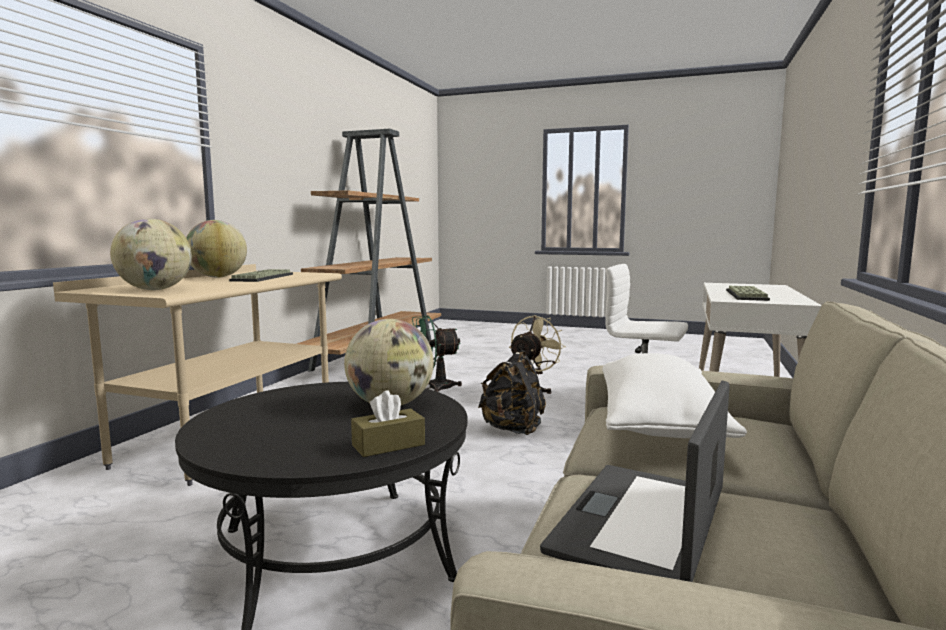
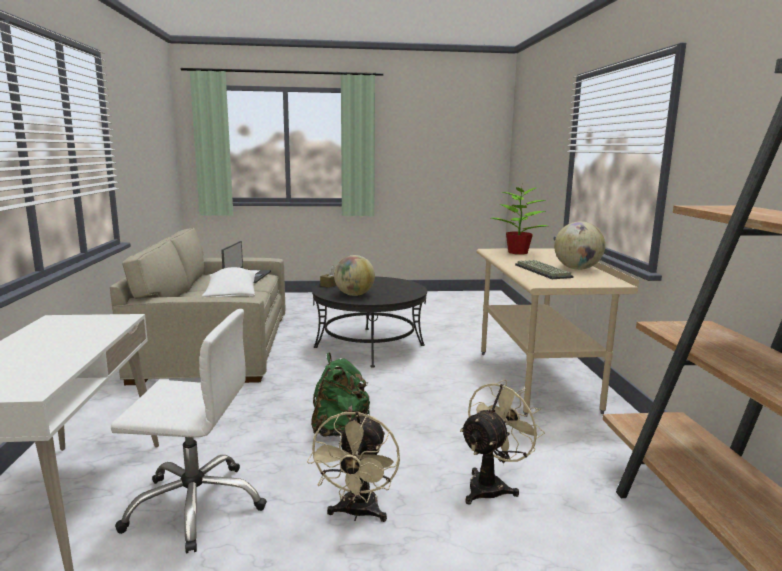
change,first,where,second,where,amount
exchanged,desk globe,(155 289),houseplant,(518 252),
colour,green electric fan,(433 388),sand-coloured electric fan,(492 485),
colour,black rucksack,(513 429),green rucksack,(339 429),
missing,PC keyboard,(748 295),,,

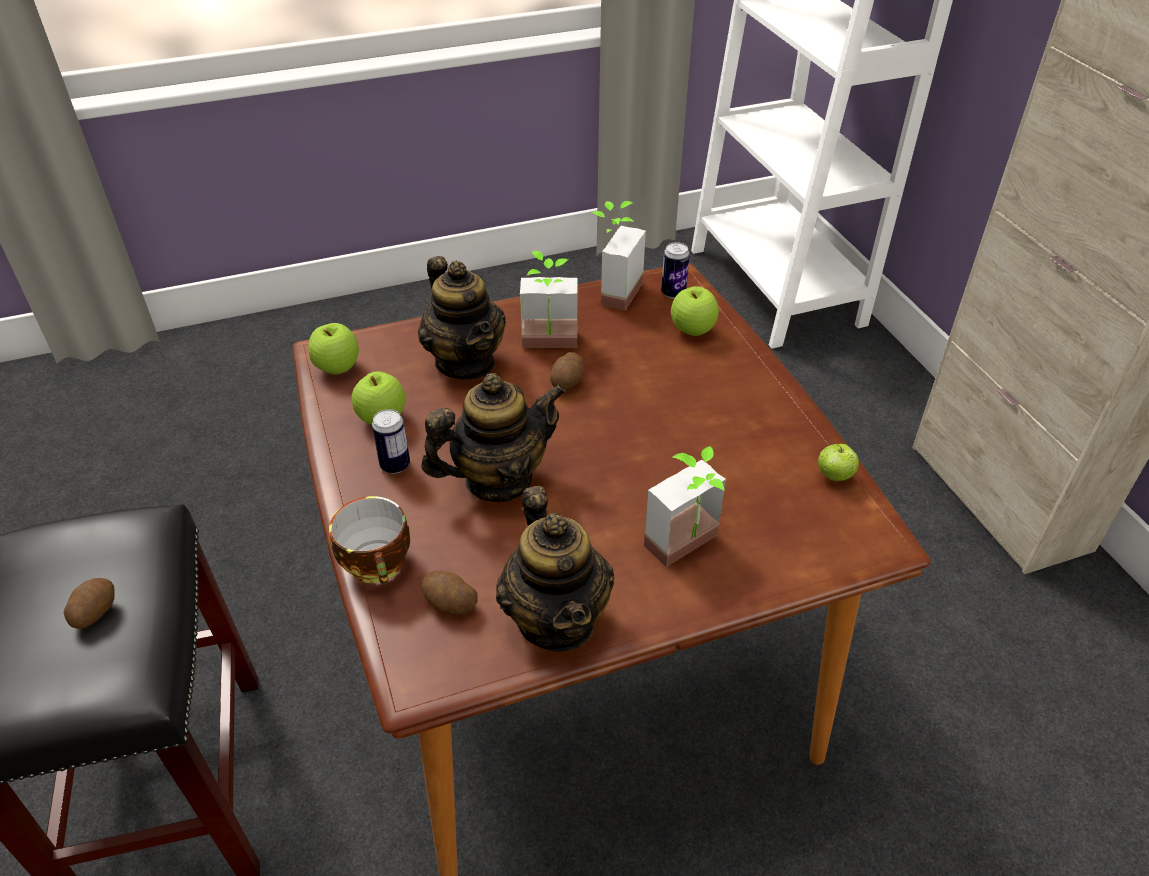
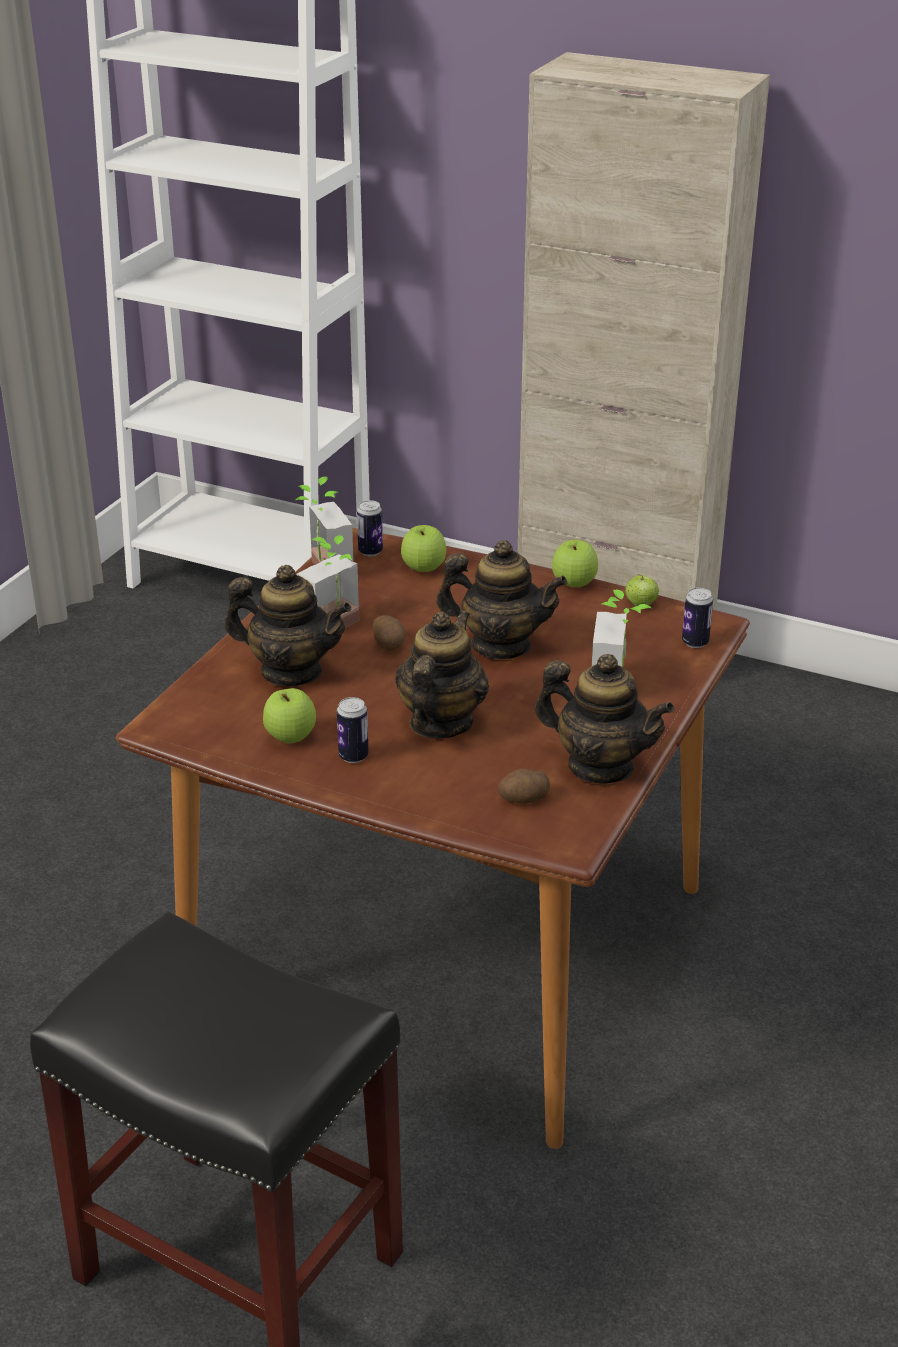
change,first,where,second,where,amount
missing,whole potato,(94 612),,,
relocated,apple fruit,(337 368),,(574 584),
missing,drinking cup,(379 565),,,
appeared,,,pot for tea,(500 645),
appeared,,,sealed can,(695 642),

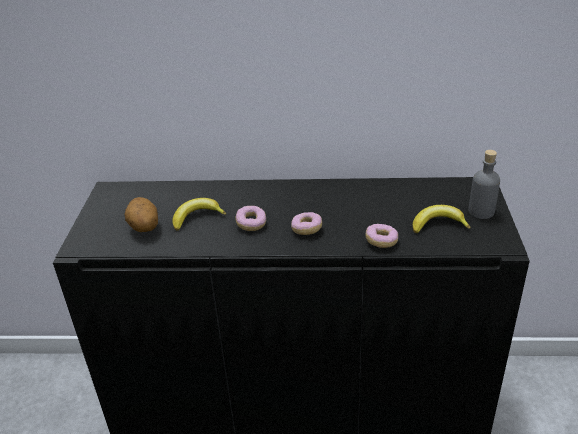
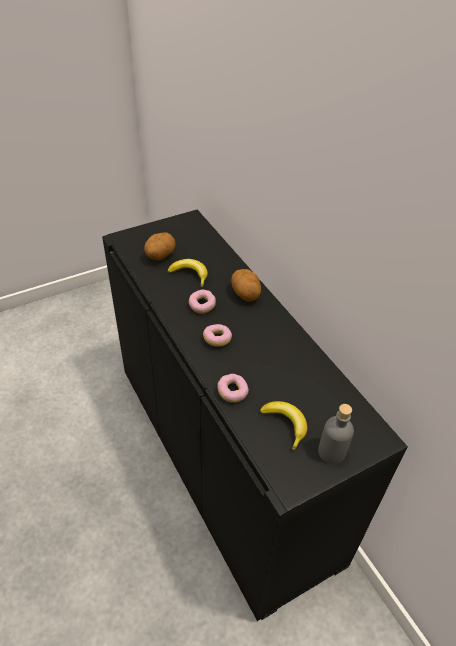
change,first,where,second,where,amount
appeared,,,whole potato,(246 295),

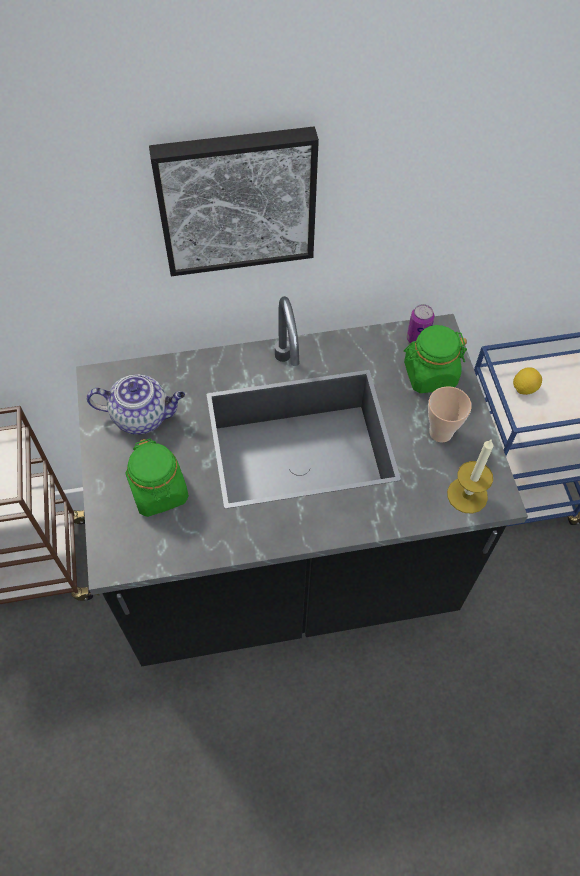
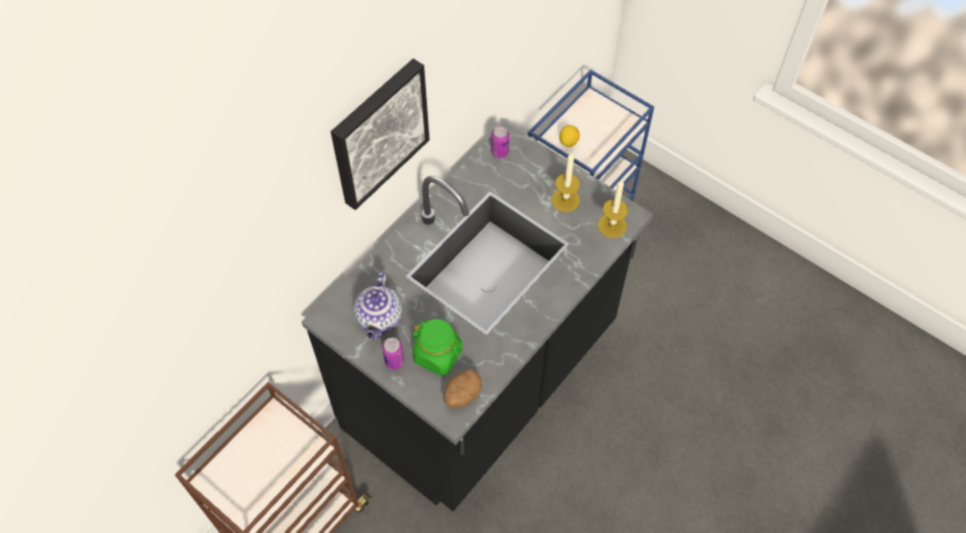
change,first,where,second,where,amount
spun,pot for tea,(142 416),,(380 319),135 degrees clockwise
missing,green preserve jar,(429 375),,,
exchanged,drinking cup,(440 432),wax light,(565 200),
appeared,,,sealed can,(394 361),
appeared,,,whole potato,(462 395),

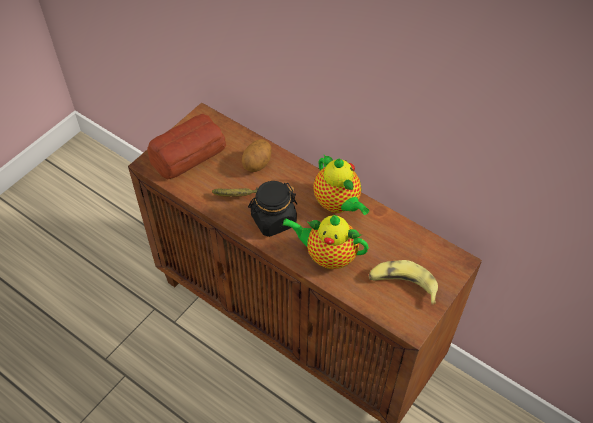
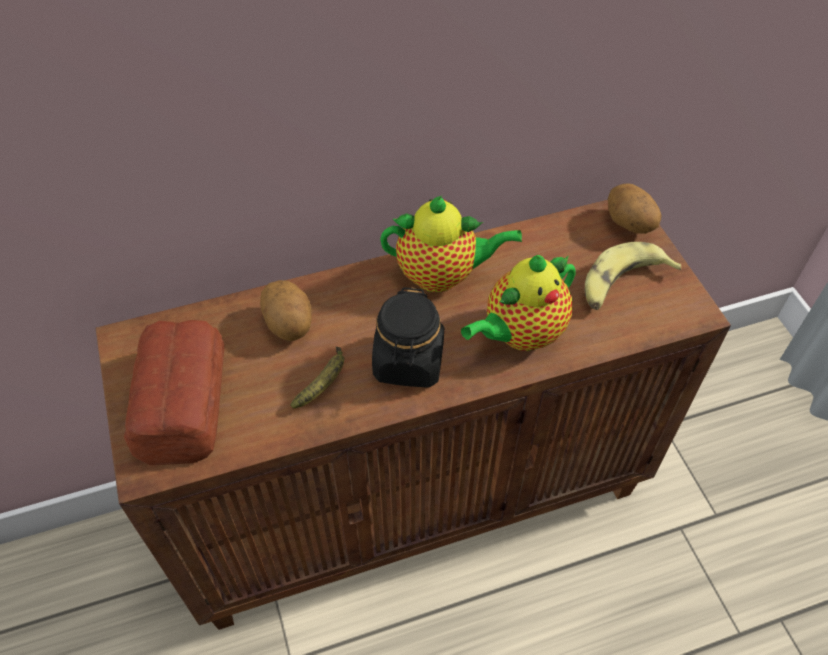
change,first,where,second,where,amount
appeared,,,whole potato,(628 224),

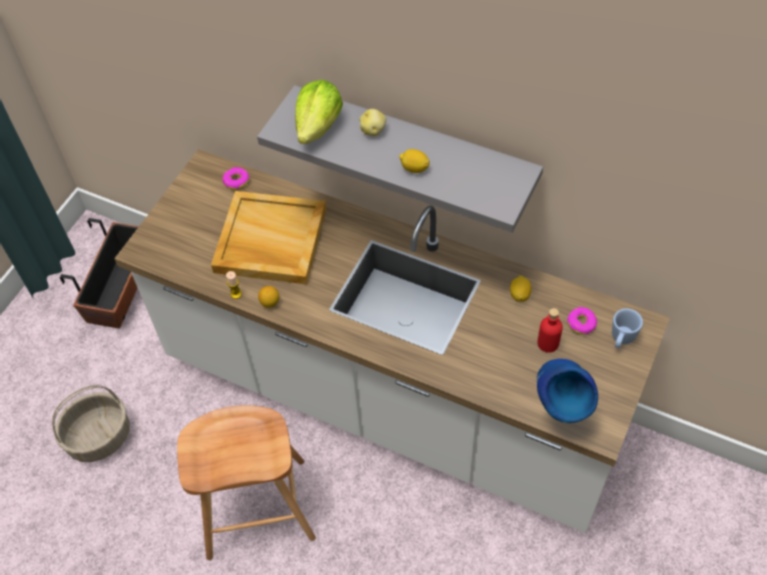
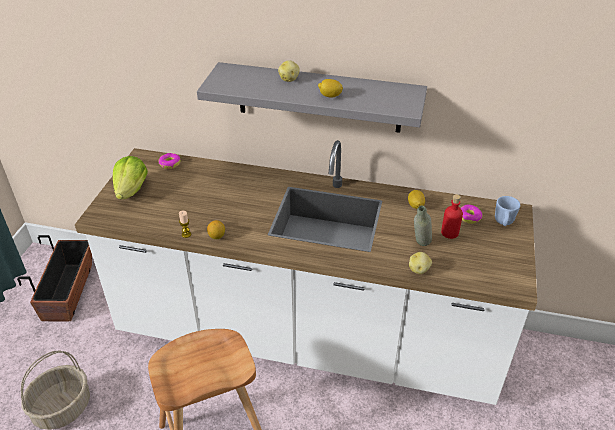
change,first,where,second,where,amount
missing,sand-coloured serving tray,(269 241),,,
relocated,lettuce head,(319 126),,(132 190),
missing,bluish decorative vase,(560 409),,,
appeared,,,whole potato,(419 269),
appeared,,,greyish drink bottle,(420 246),

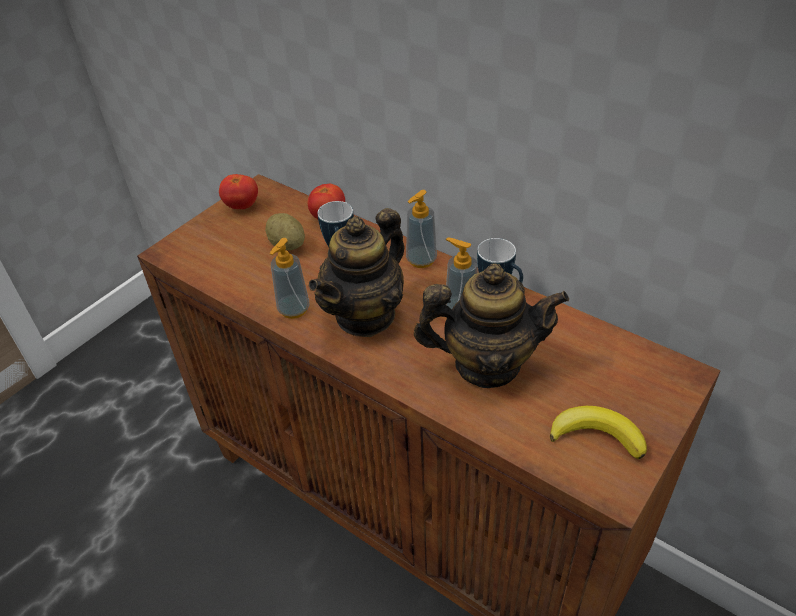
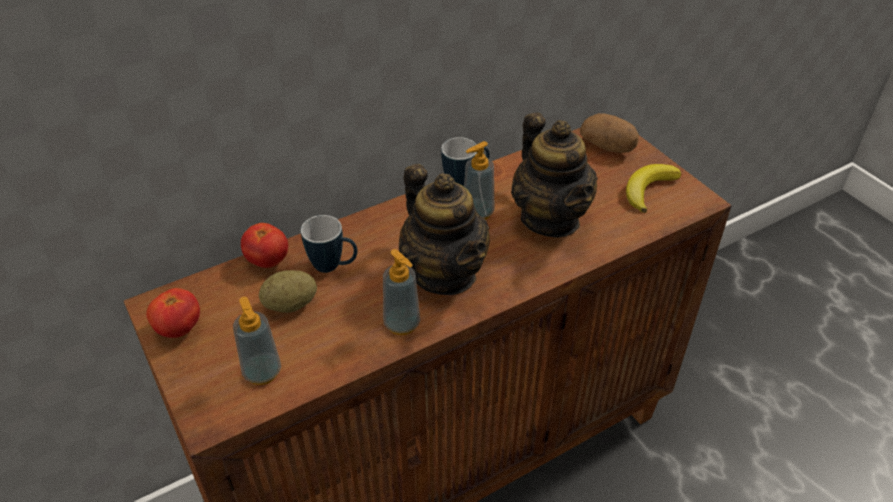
change,first,where,second,where,amount
relocated,liquid soap bottle,(421 260),,(262 372),
spun,pot for tea,(487 364),,(550 219),135 degrees clockwise
appeared,,,whole potato,(608 147),

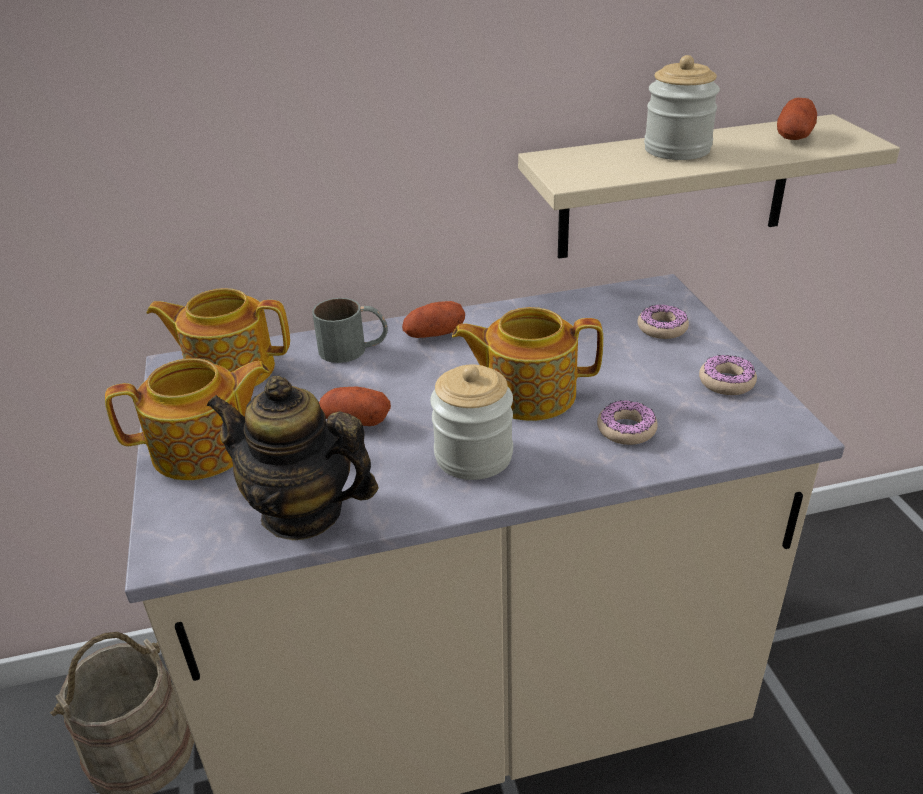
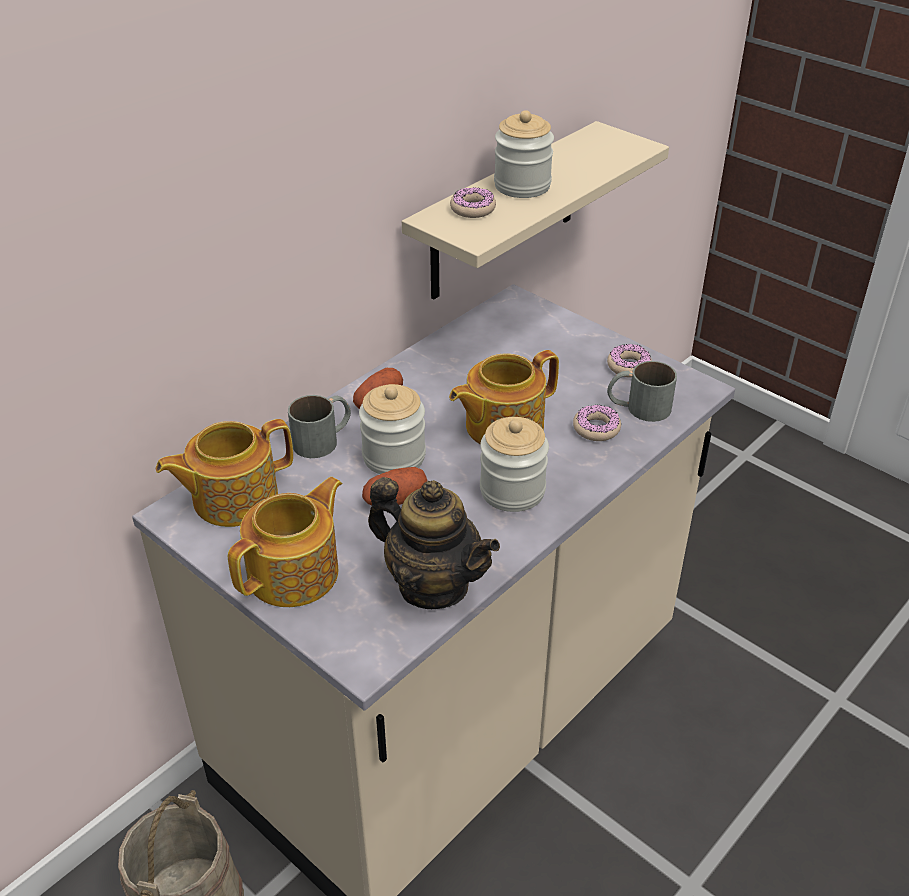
change,first,where,second,where,amount
spun,pot for tea,(302 512),,(433 585),135 degrees counterclockwise
relocated,donut,(662 328),,(472 209),
missing,whole potato,(794 136),,,
appeared,,,preserve jar,(394 456),
appeared,,,greyish tea mug,(638 407),

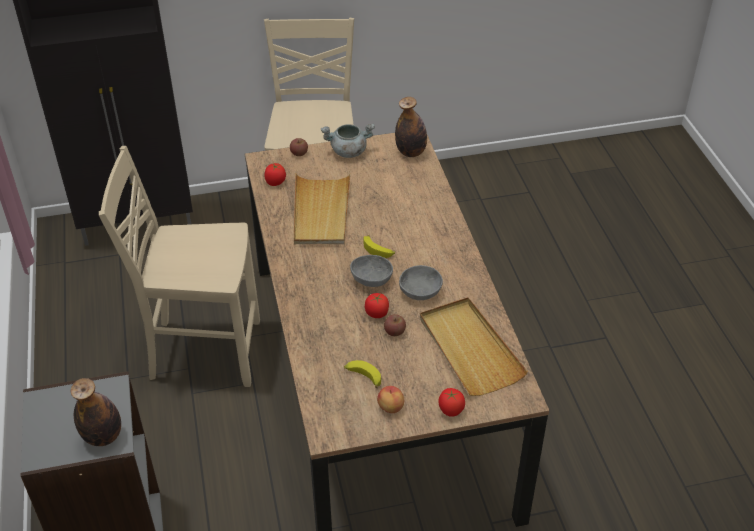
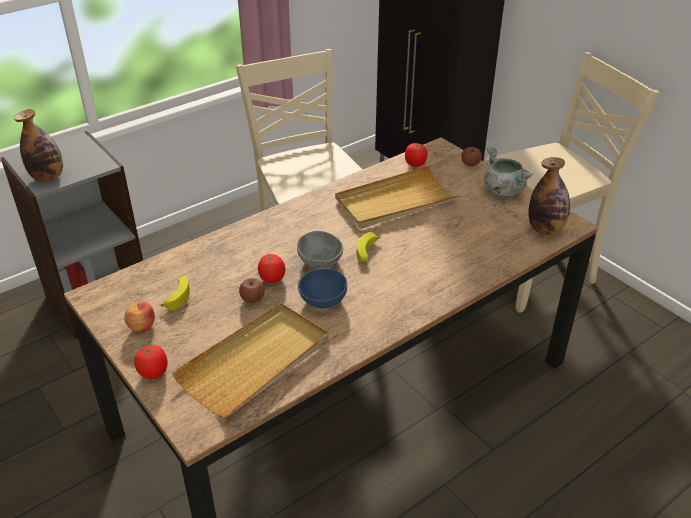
change,first,where,second,where,amount
colour,greyish deep dish,(420 293),bluish deep dish,(322 300),

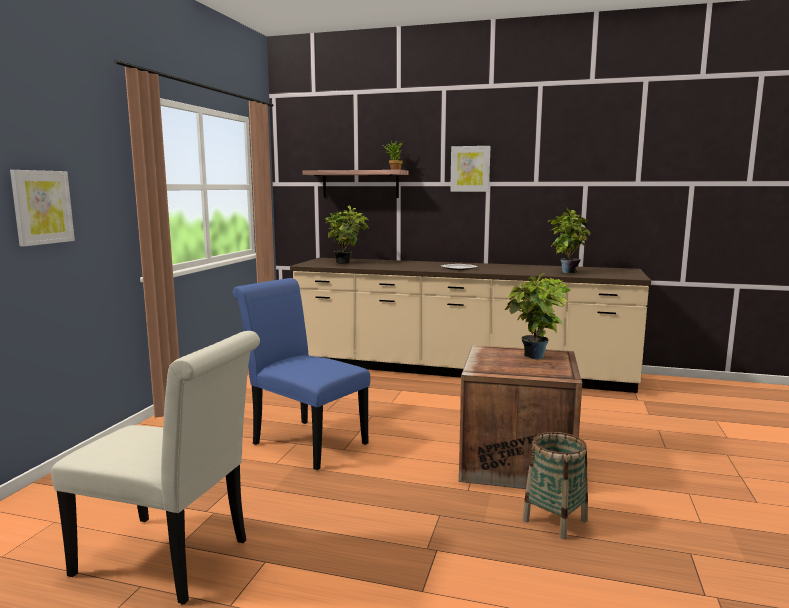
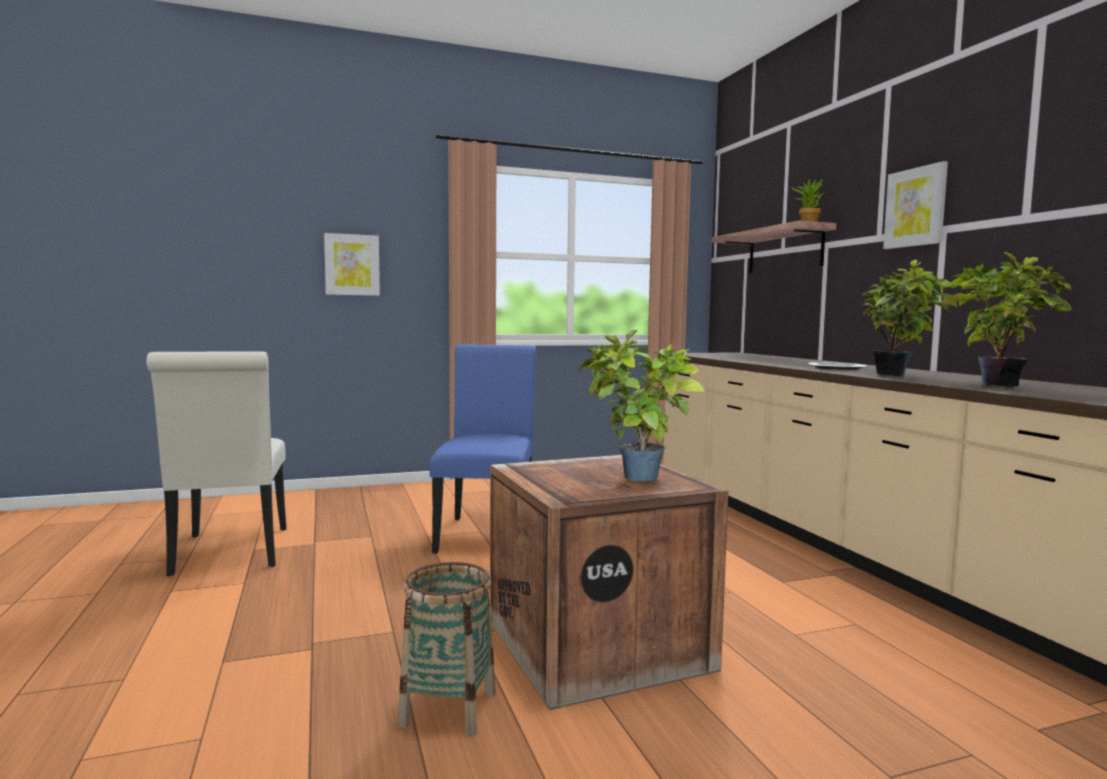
change,first,where,second,where,amount
relocated,houseplant,(347 263),,(899 376),

